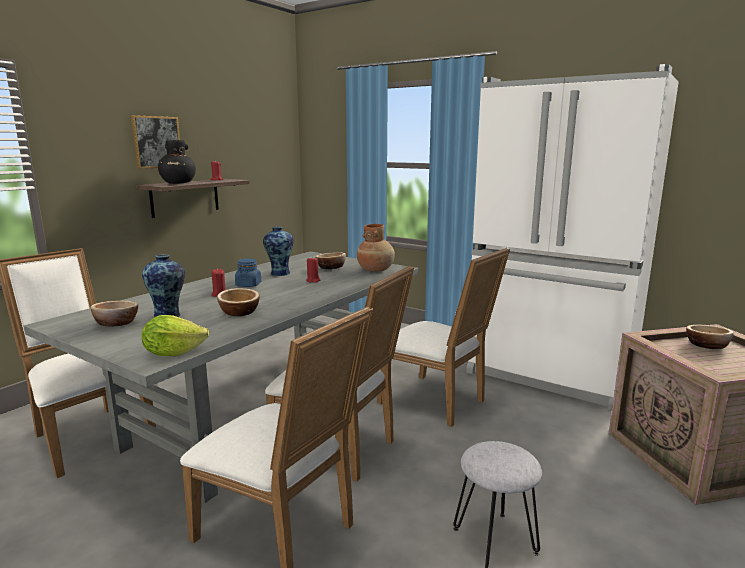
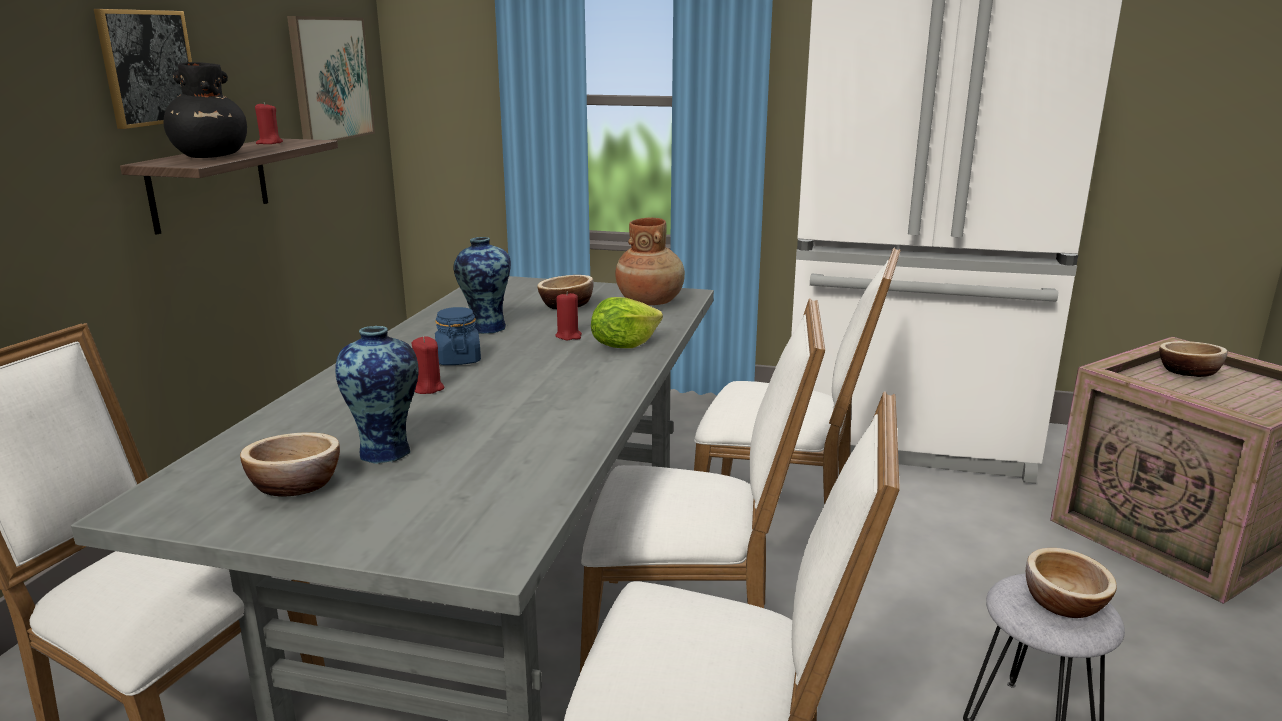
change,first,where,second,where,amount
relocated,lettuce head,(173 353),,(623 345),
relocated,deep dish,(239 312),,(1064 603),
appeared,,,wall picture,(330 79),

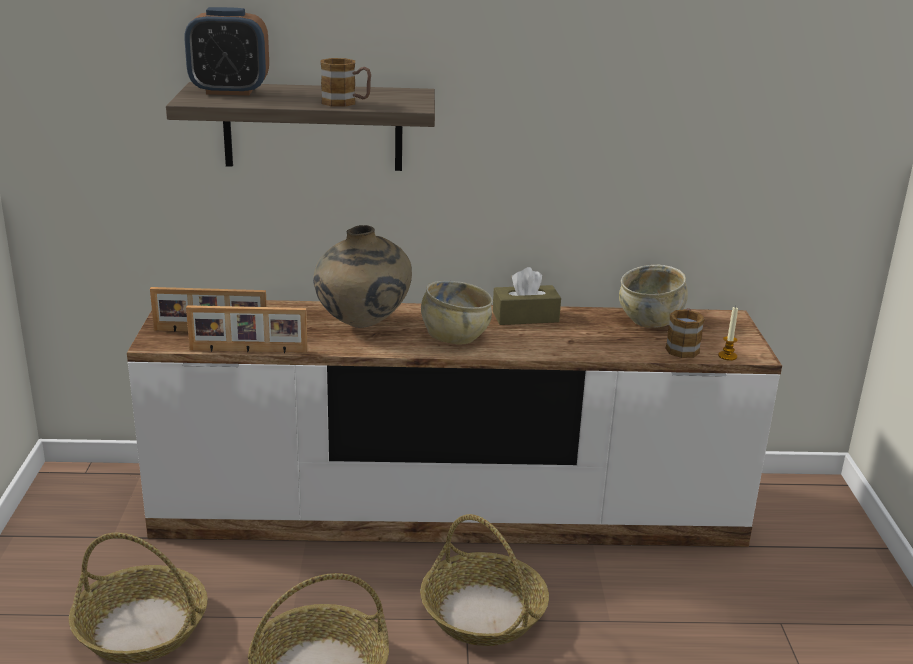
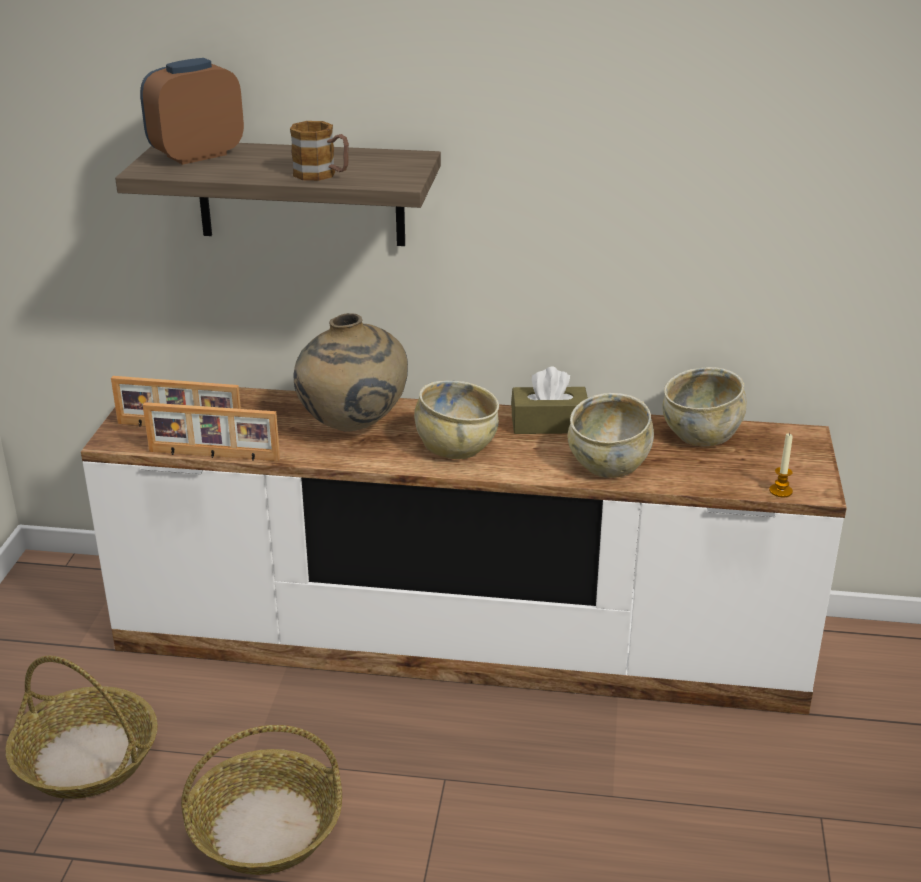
change,first,where,second,where,amount
spun,table clock,(229 91),,(197 155),135 degrees clockwise
missing,basket,(482 612),,,
missing,tea mug,(683 347),,,
appeared,,,sand-coloured deep dish,(608 465),

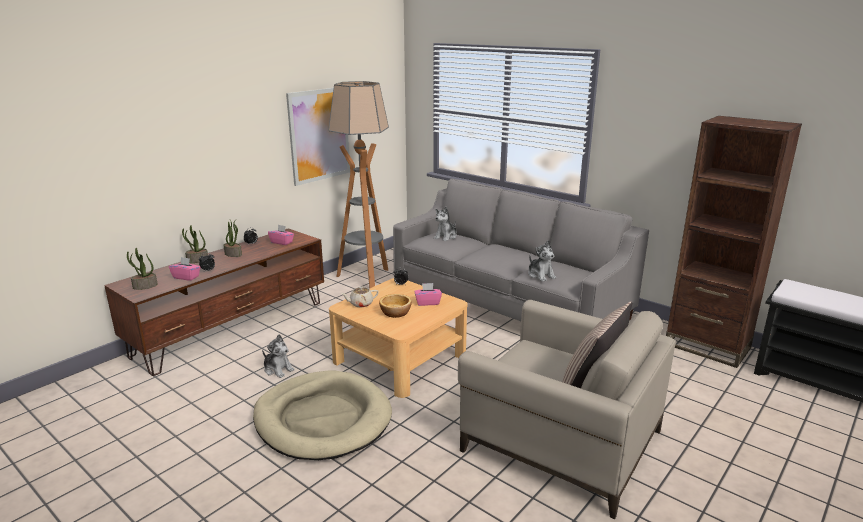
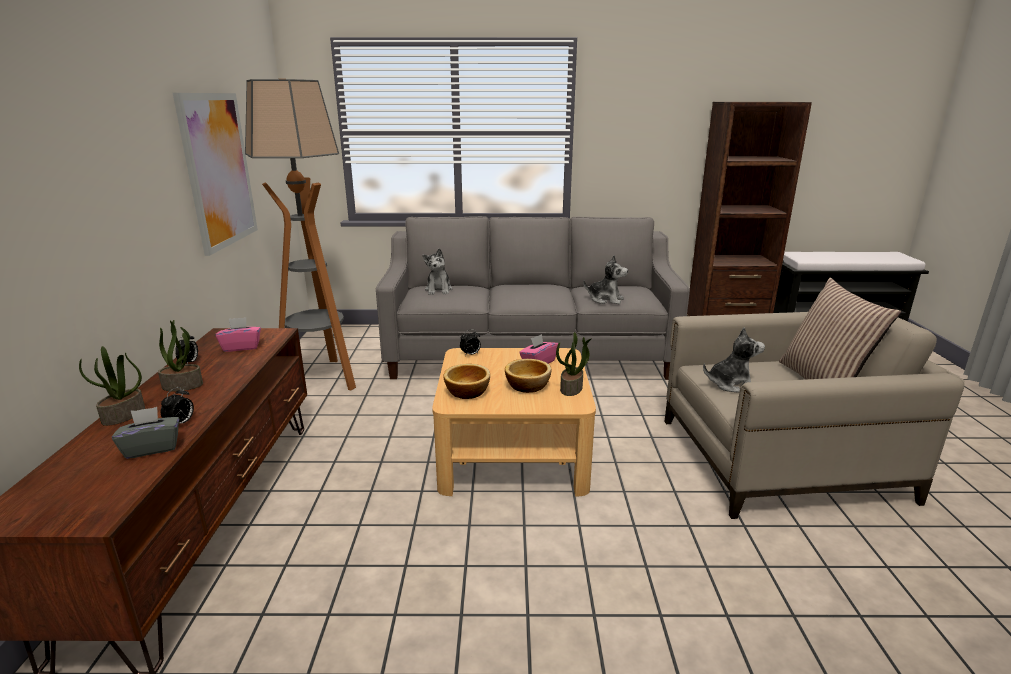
change,first,where,second,where,amount
relocated,houseplant,(145 286),,(571 389),
colour,pink tissue holder,(186 277),greyish tissue holder,(152 448),
missing,sand-coloured pet bed,(322 419),,,
relocated,cuddly toy,(278 369),,(730 384),
exchanged,sand-coloured pot for tea,(360 304),deep dish,(467 391),

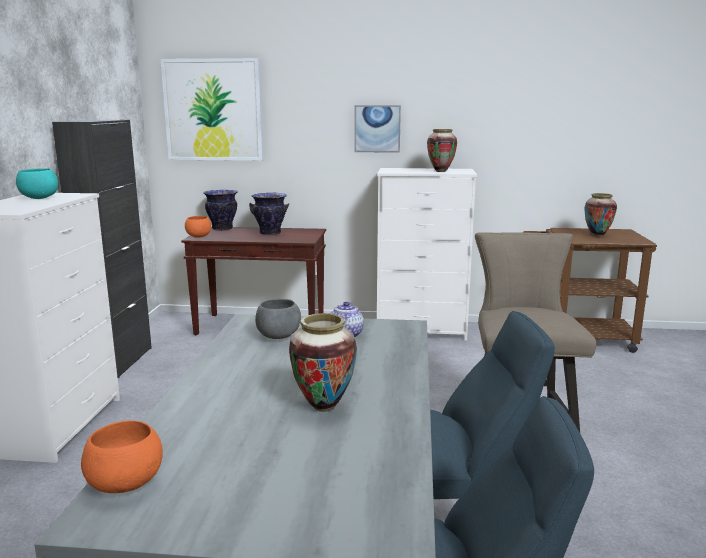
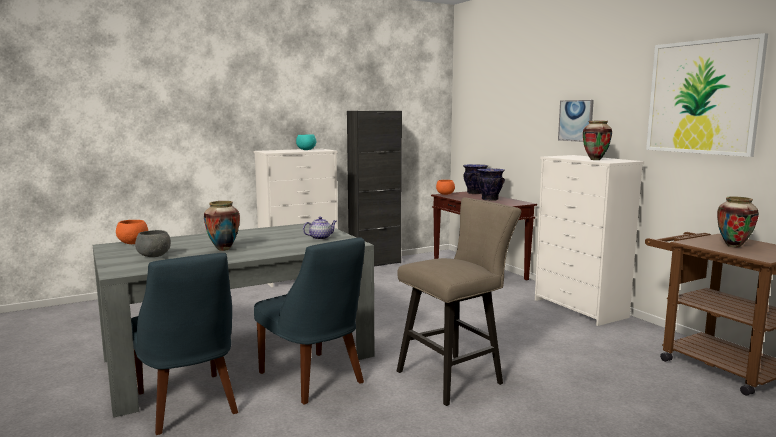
change,first,where,second,where,amount
relocated,wall picture,(213 110),,(702 97),
relocated,greyish deep dish,(279 337),,(154 256),

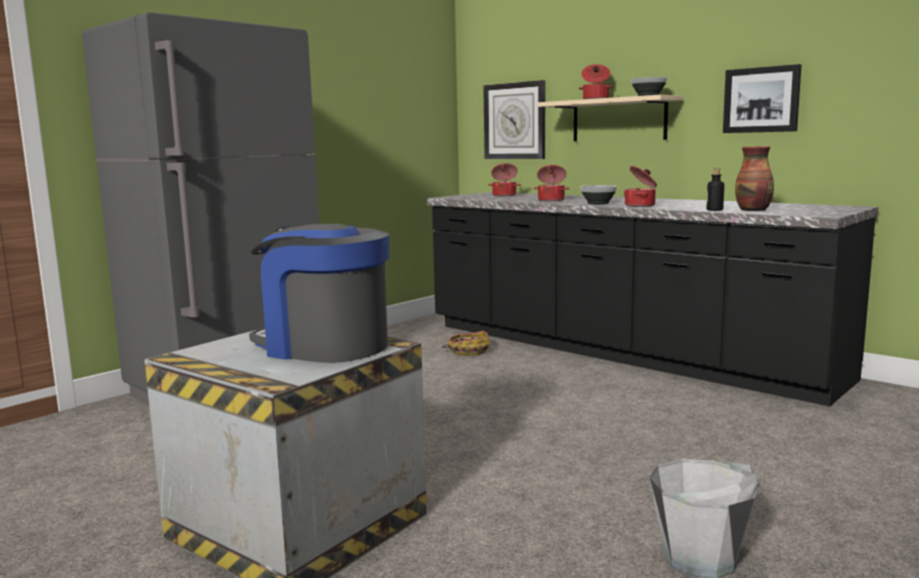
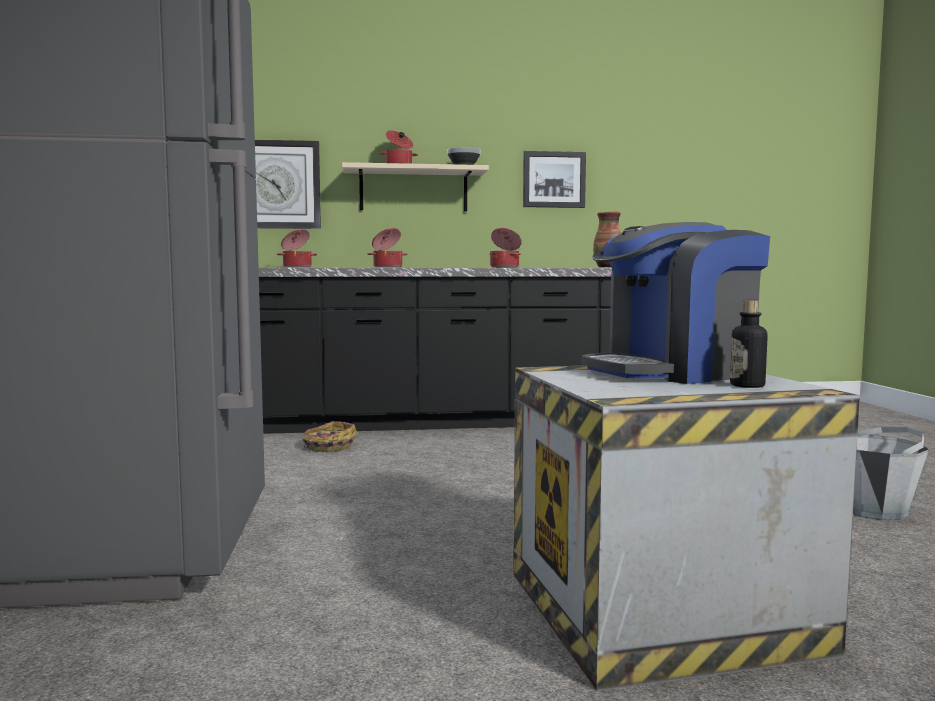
change,first,where,second,where,amount
missing,deep dish,(597 203),,,
relocated,drink bottle,(714 210),,(747 385),

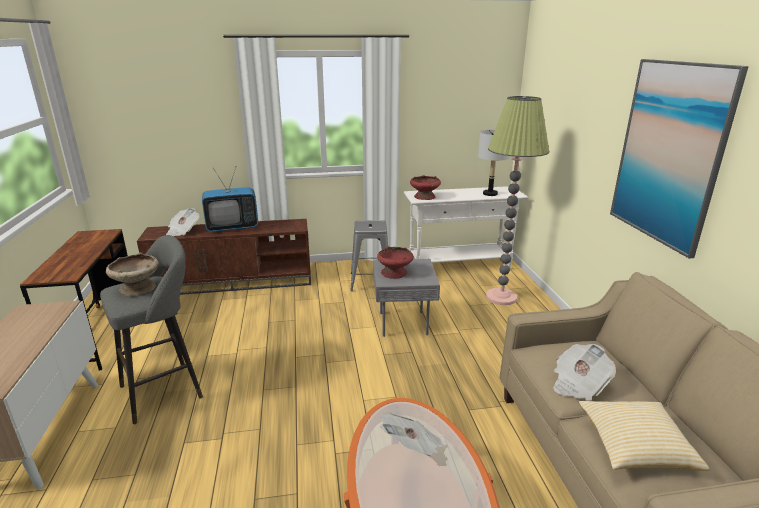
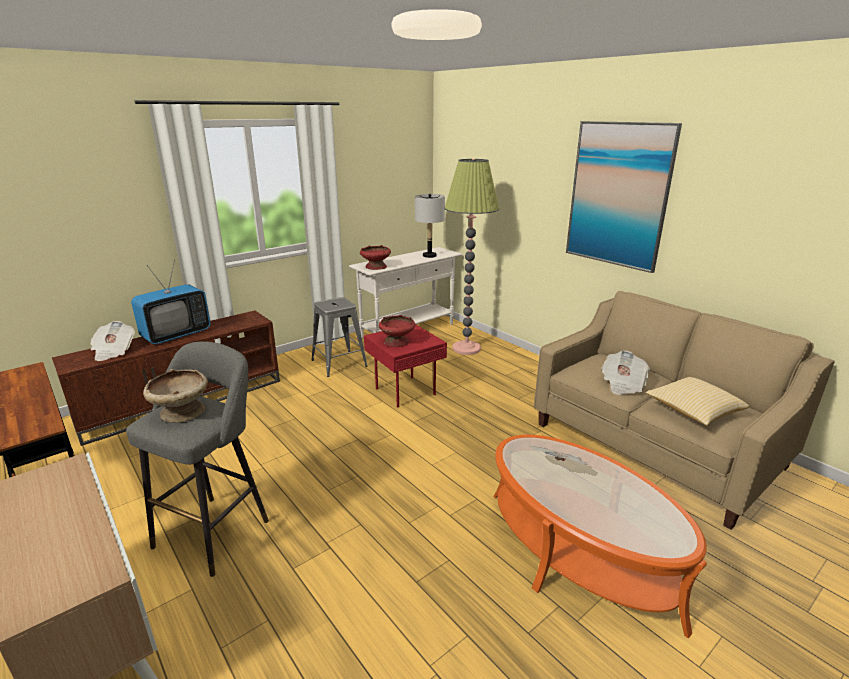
change,first,where,second,where,amount
colour,greyish side table,(404 322),reddish side table,(406 390),

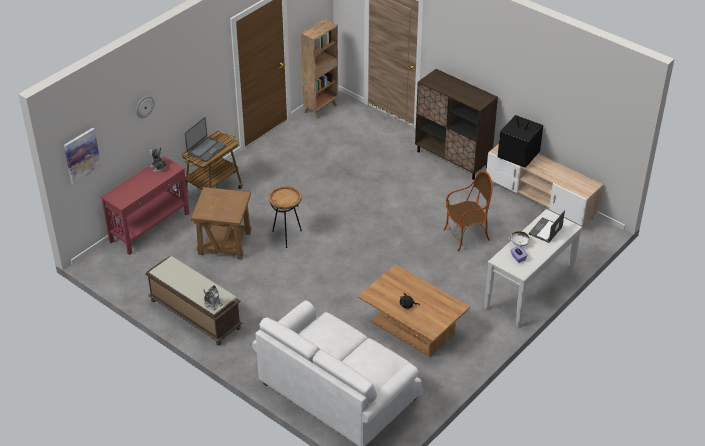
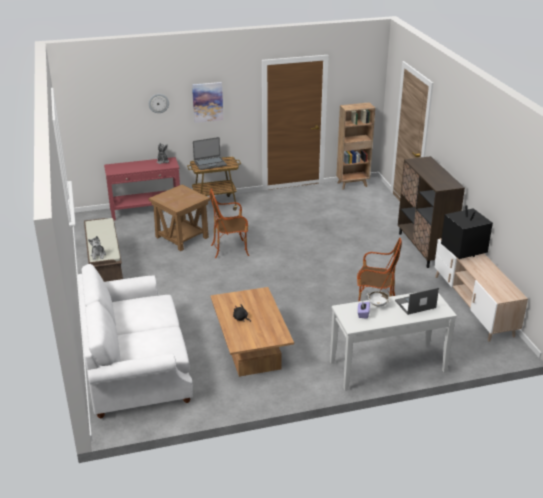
change,first,where,second,where,amount
relocated,wall picture,(82 155),,(207 102),
exchanged,brown side table,(286 236),easy chair,(230 249),

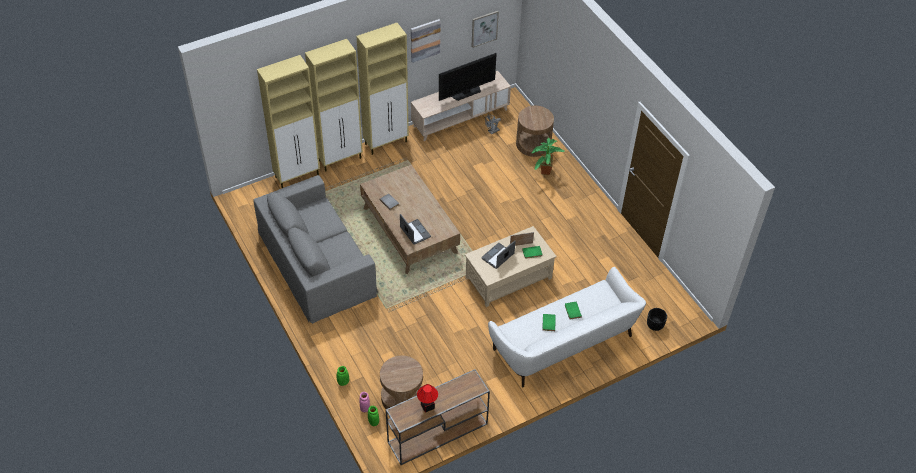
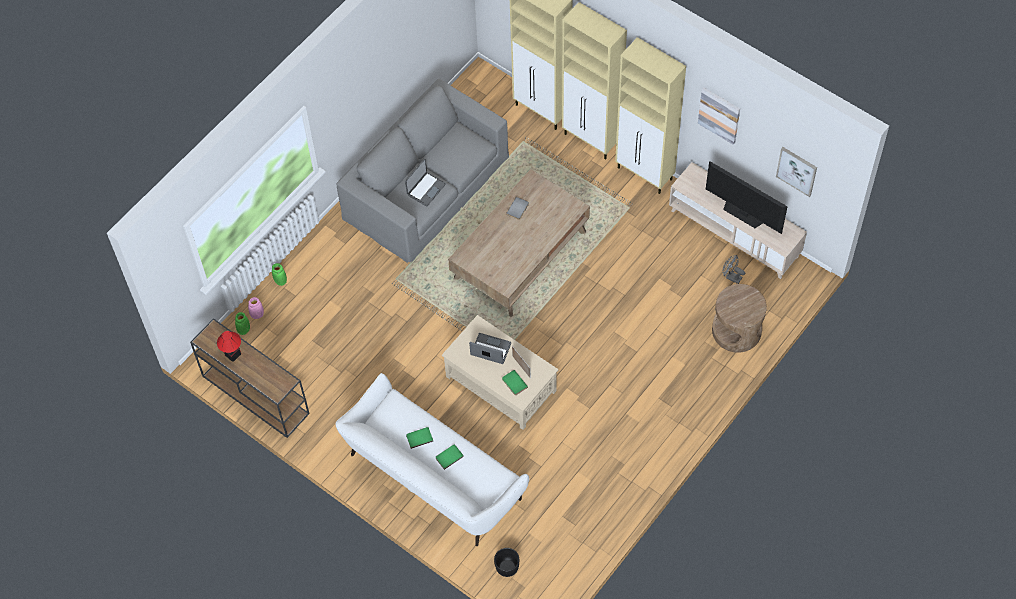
change,first,where,second,where,amount
missing,brown side table,(402 397),,,
relocated,laptop,(414 232),,(426 189),
missing,houseplant,(544 173),,,

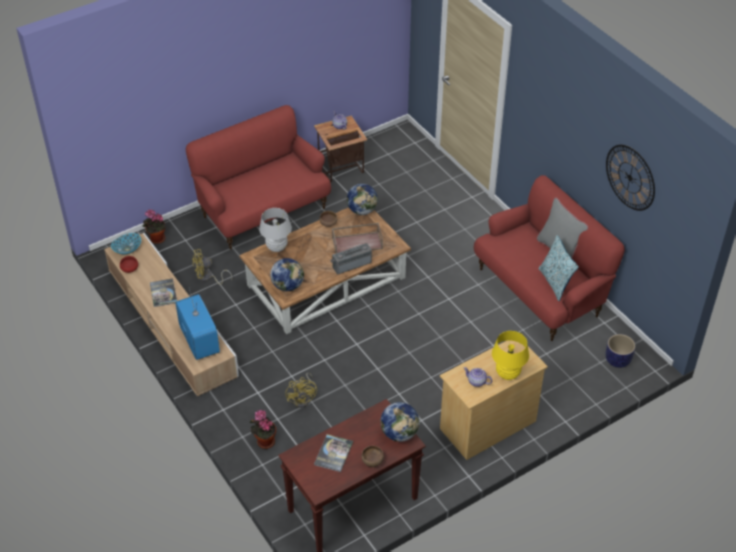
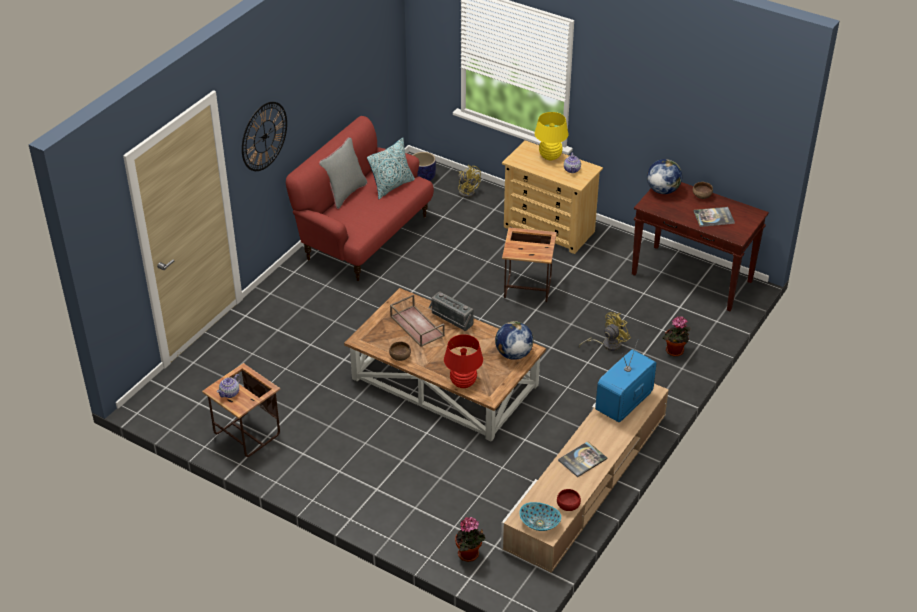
change,first,where,second,where,amount
missing,reddish couch,(263 211),,,
relocated,yellow-coloured electric fan,(207 278),,(467 191),
colour,white tabletop lamp,(276 247),reddish tabletop lamp,(463 383),
missing,desk globe,(362 210),,,
relocated,wall clock,(630 177),,(264 136),
appeared,,,side table,(528 289),

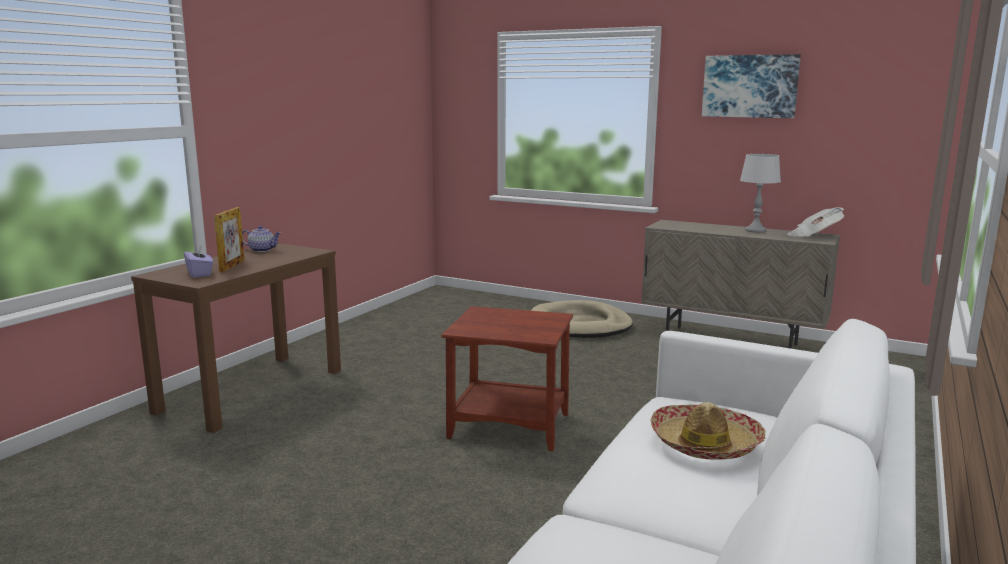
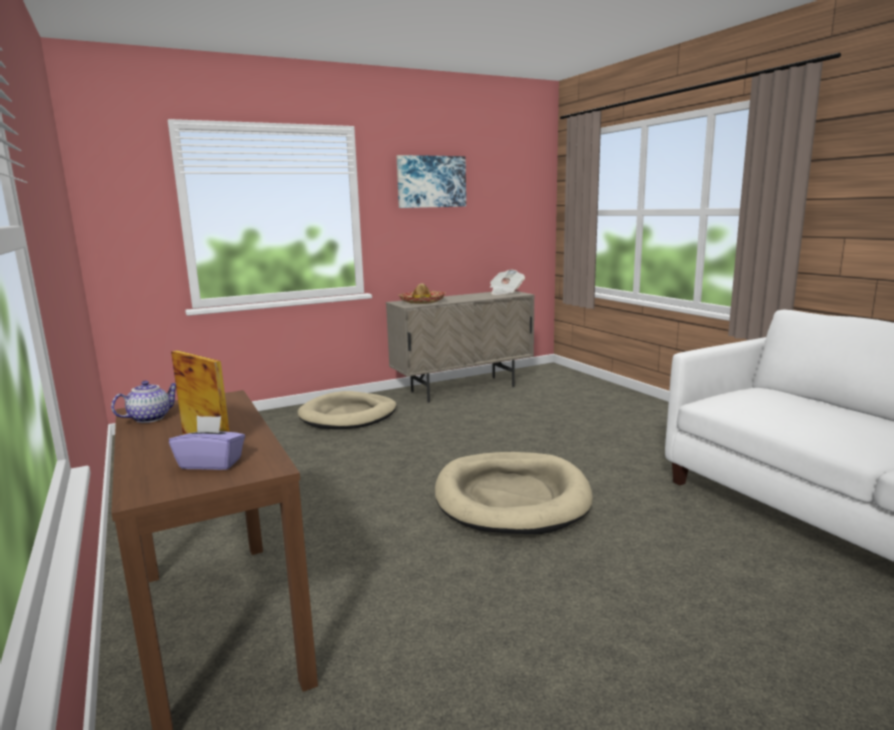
change,first,where,second,where,amount
exchanged,brown side table,(510 425),sand-coloured pet bed,(511 497),
relocated,wearable hat,(705 443),,(422 302),
missing,greyish tabletop lamp,(755 230),,,

